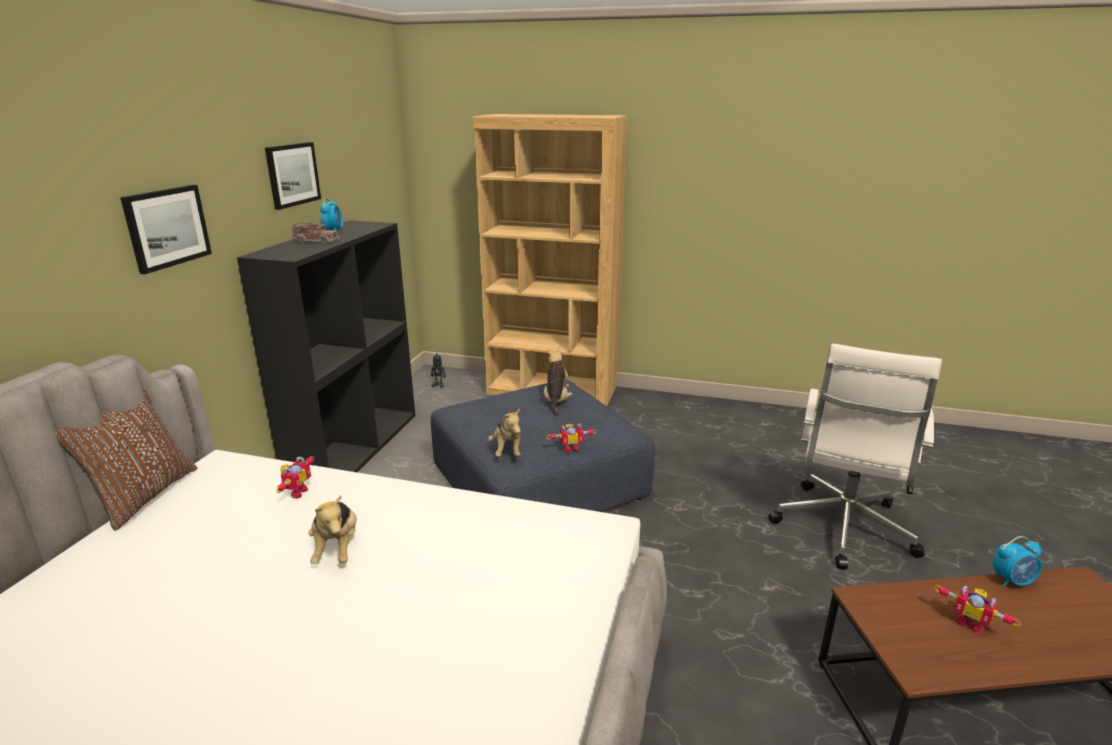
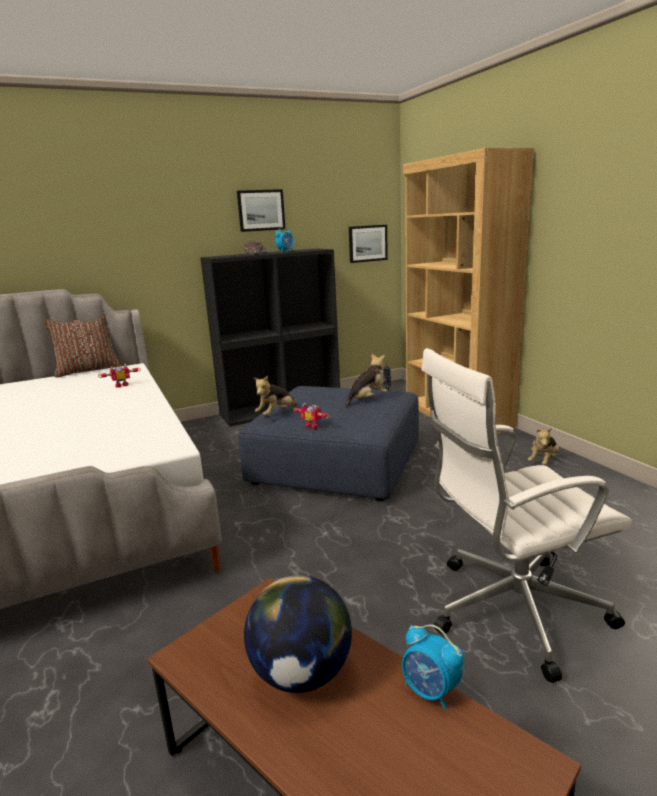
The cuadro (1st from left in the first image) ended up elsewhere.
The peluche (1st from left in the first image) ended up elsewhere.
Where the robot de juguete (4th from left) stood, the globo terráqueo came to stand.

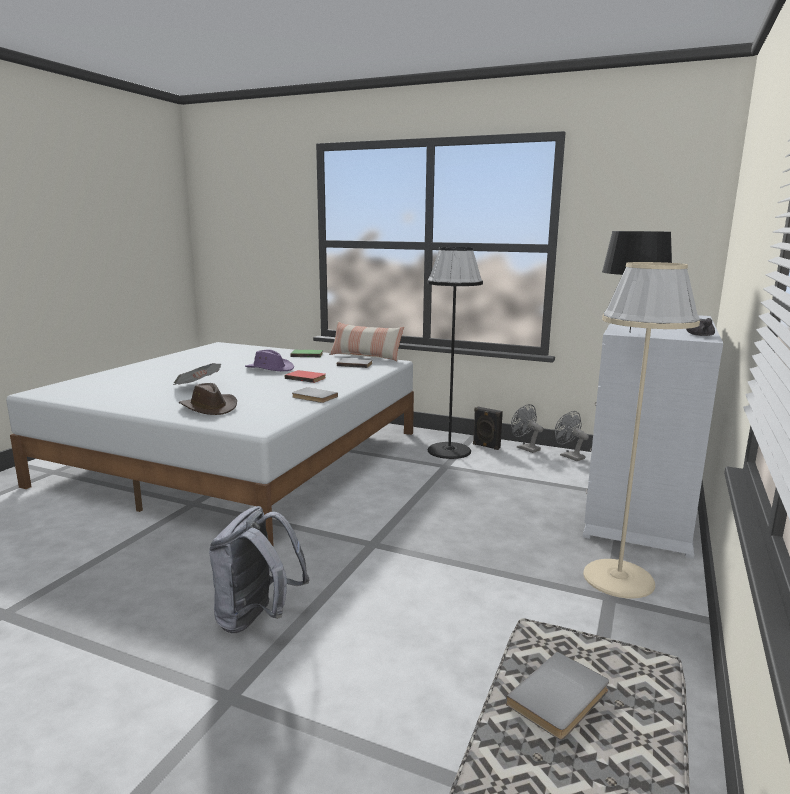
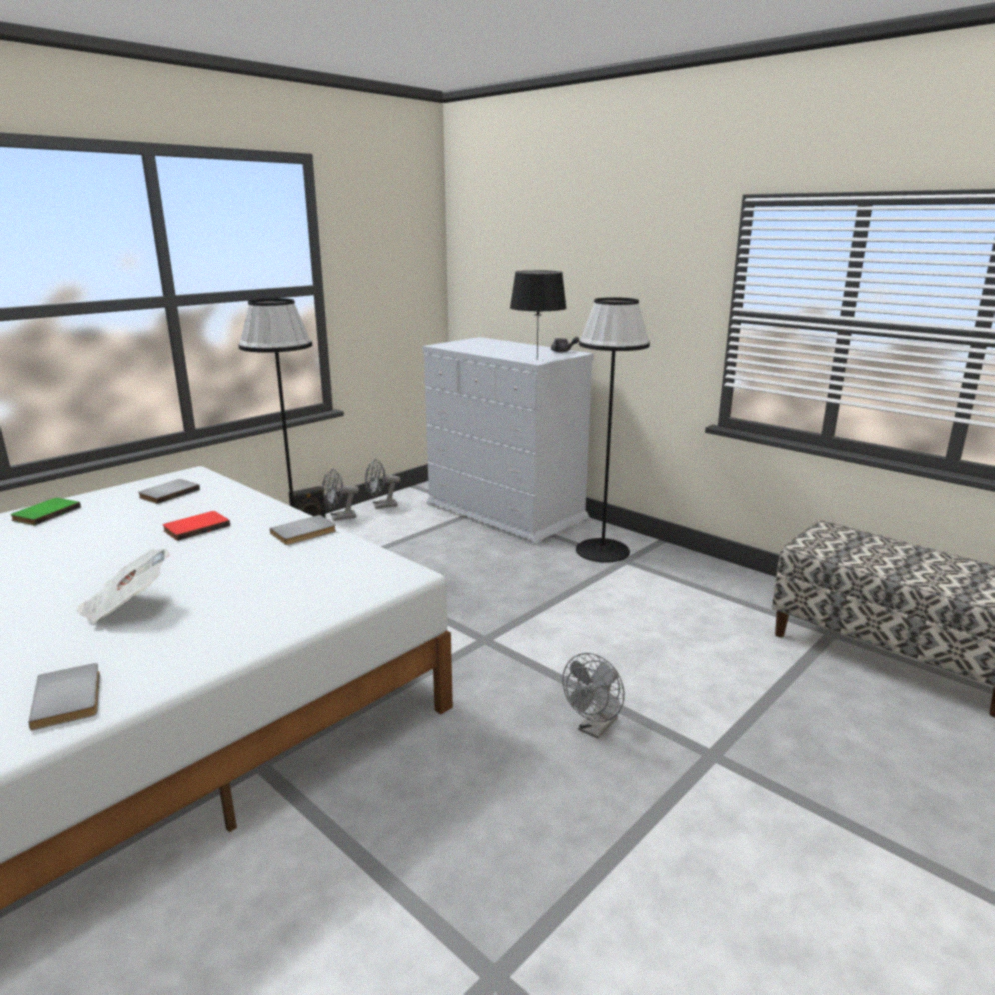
What was the lámpara de pie [beis] turned into the lámpara de pie [negro] (2nd from left).
The second view lost the cojín.
The second view lost the sombrero [morado].
The second view lost the sombrero [marrón].
Where the mochila [gris] stood, the ventilador [gris] (3rd from left) came to stand.
The libro [gris] (3rd from left in the first image) ended up elsewhere.

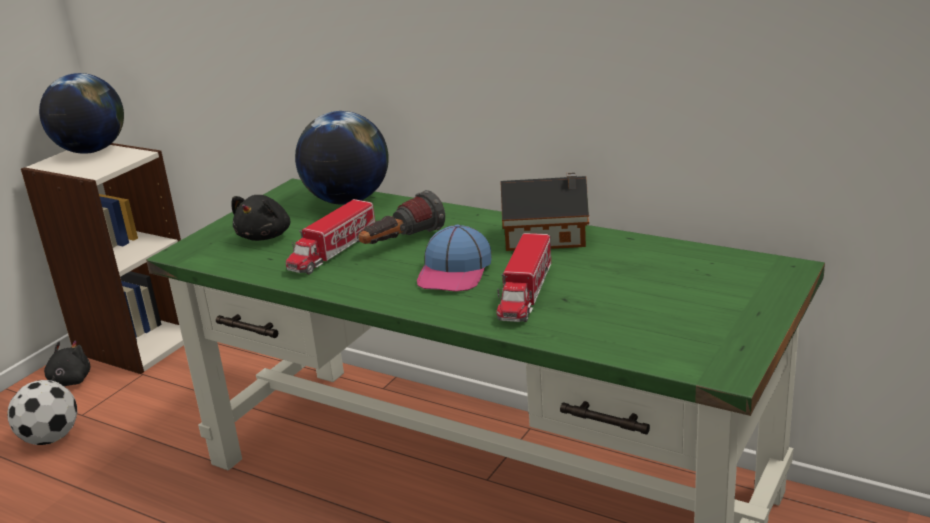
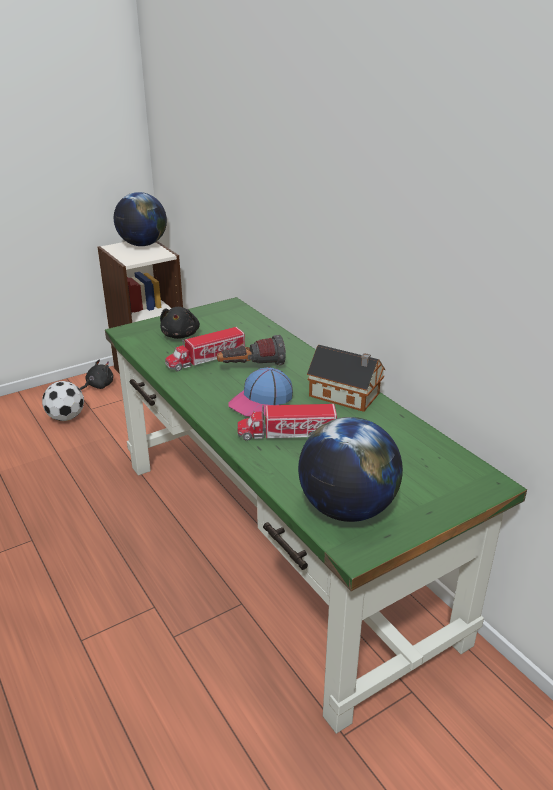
The globo terráqueo (2nd from left) ended up elsewhere.
The peluche [negro] (2nd from left) ended up facing another way, 45 degrees counterclockwise from before.
The camión de juguete (2nd from left) ended up facing another way, 45 degrees clockwise from before.

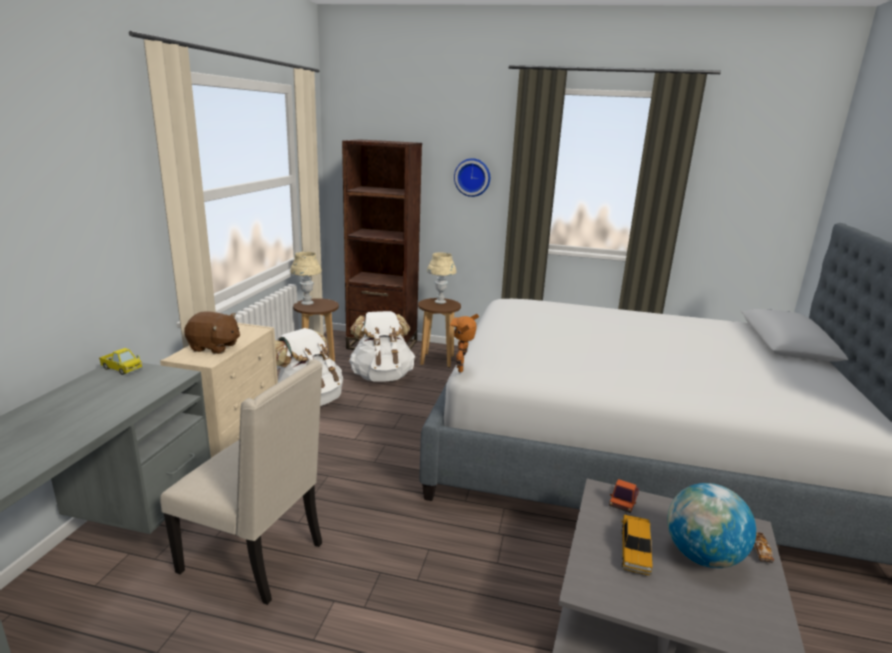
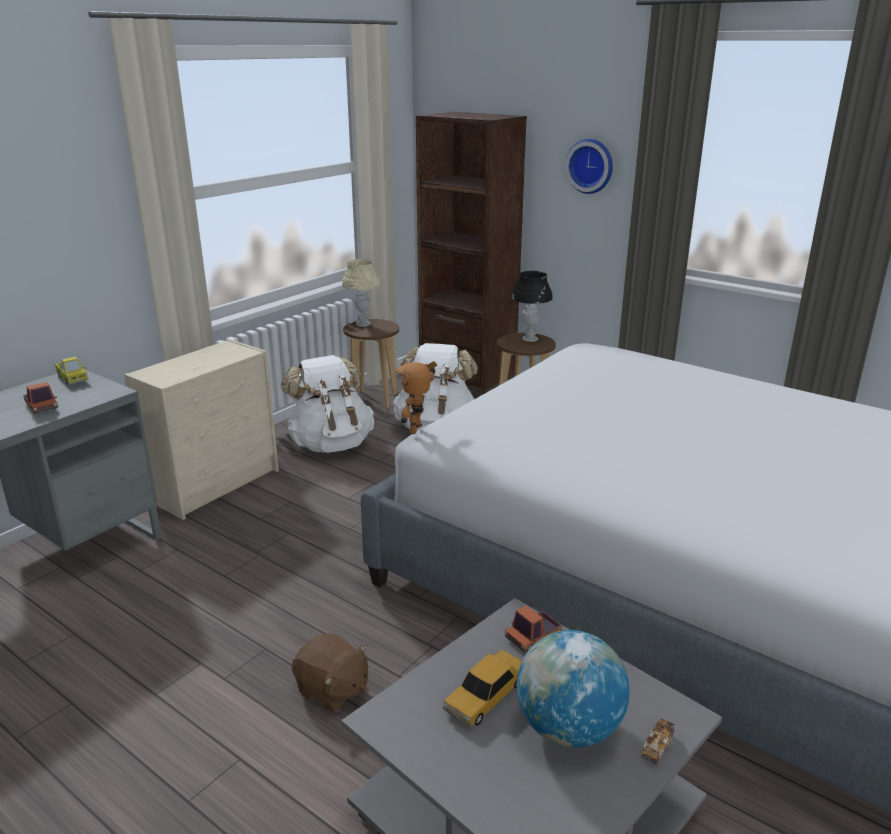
What was the lámpara de mesa [beis] (2nd from left) turned into the lámpara de mesa [negro].
The peluche [marrón] ended up elsewhere.
The second view lost the silla [beis].
The second view gained the camión de juguete (1st from left).

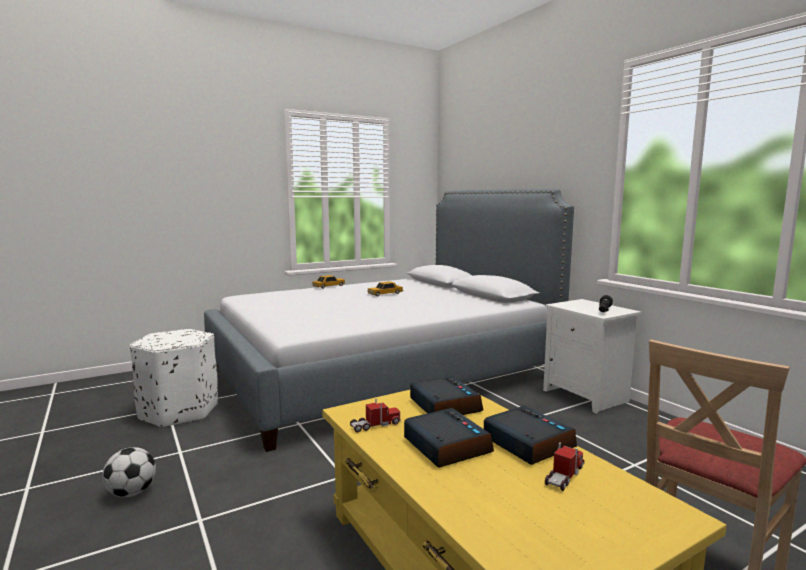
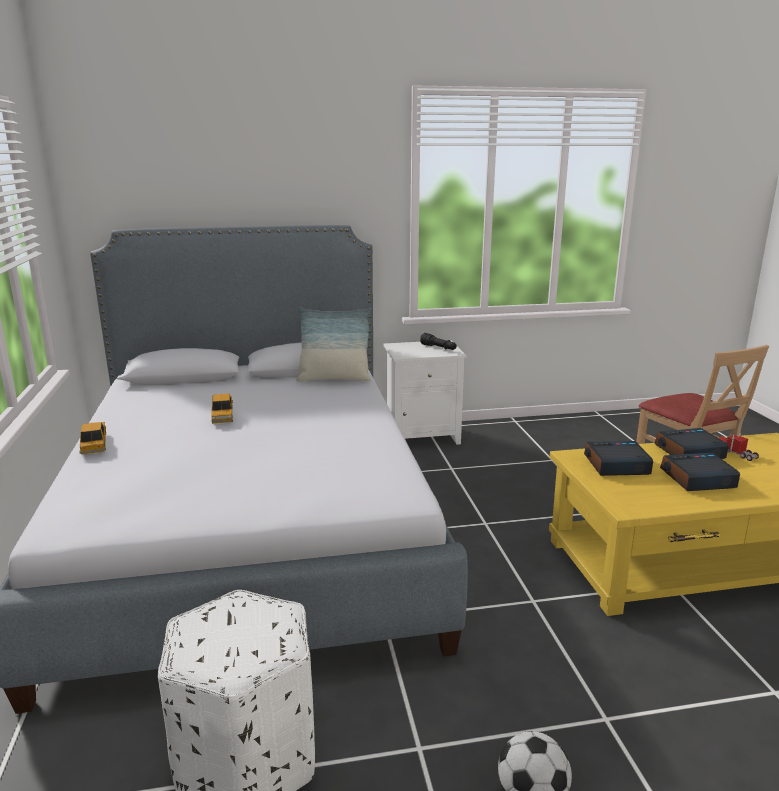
The second view lost the camión de juguete (1st from left).
The second view gained the cojín.

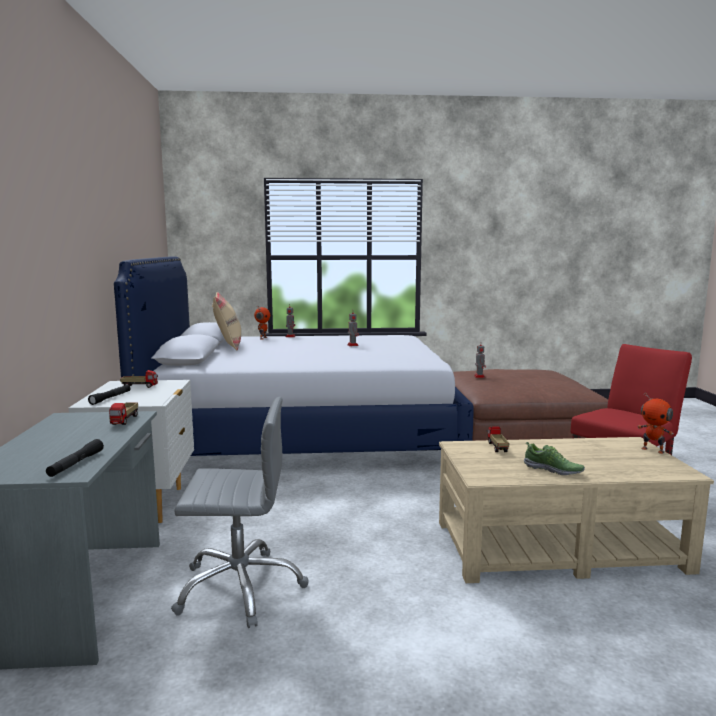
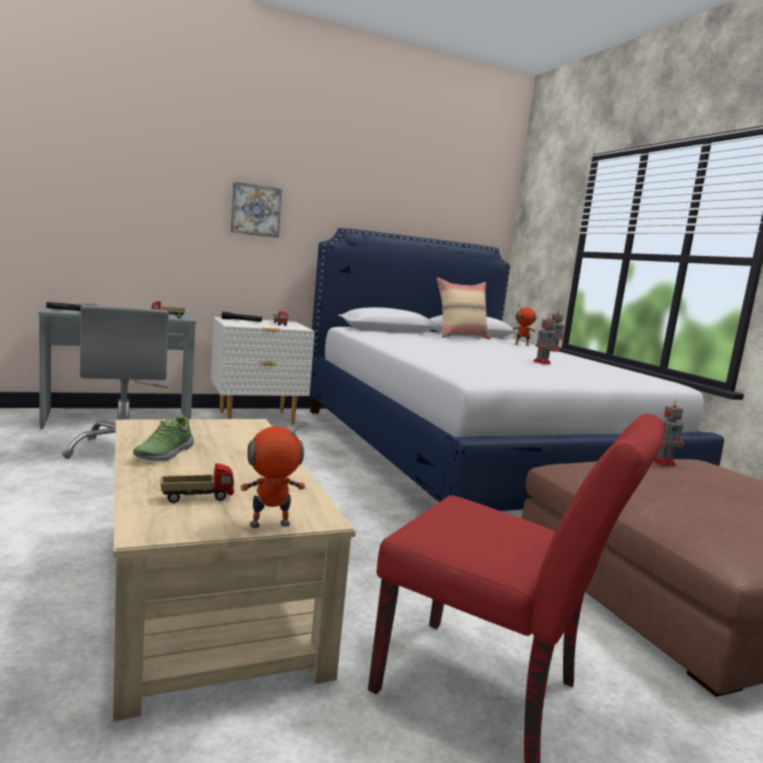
The robot de juguete (5th from left in the first image) ended up facing another way, 45 degrees clockwise from before.
The camión de juguete (3rd from left in the first image) ended up elsewhere.
The second view gained the cuadro.

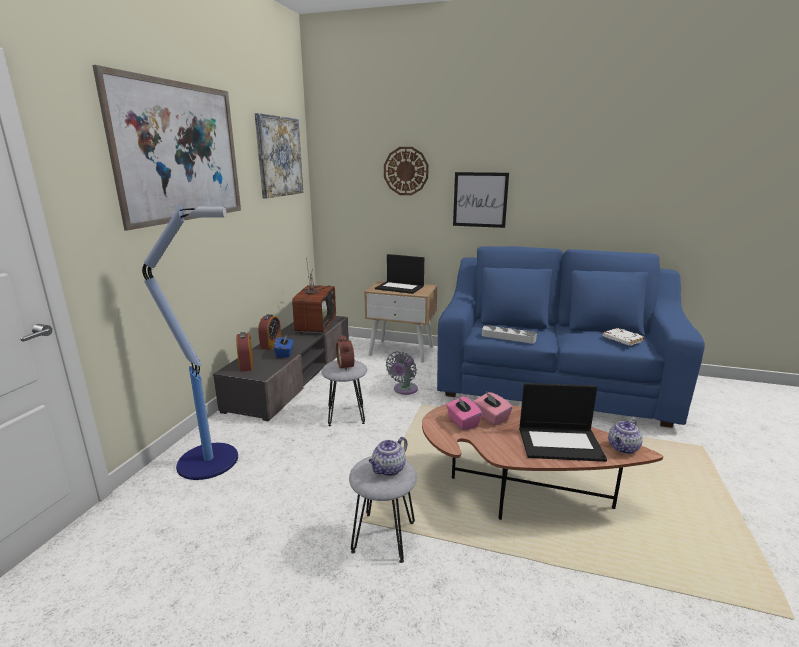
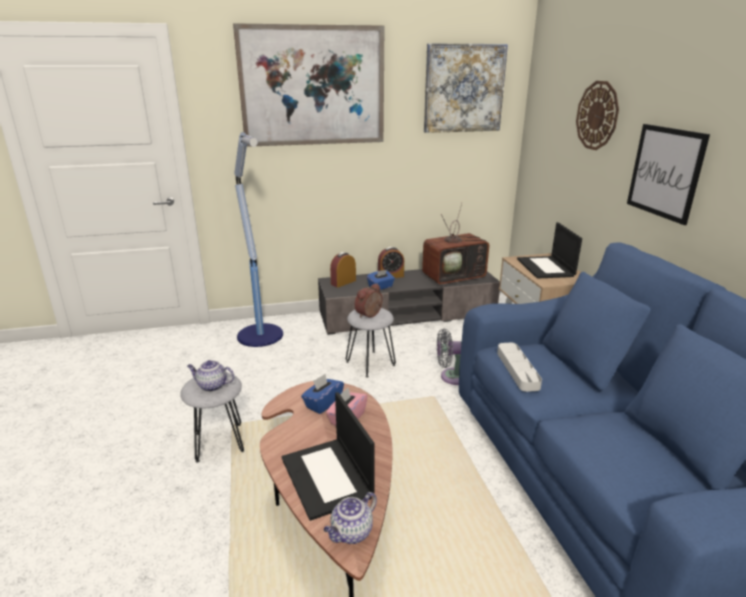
The second view lost the libro [blanco].
What was the caja de pañuelos [rosa] (1st from left) turned into the caja de pañuelos [azul] (1st from left).
The tetera (2nd from left) ended up facing another way, 60 degrees counterclockwise from before.

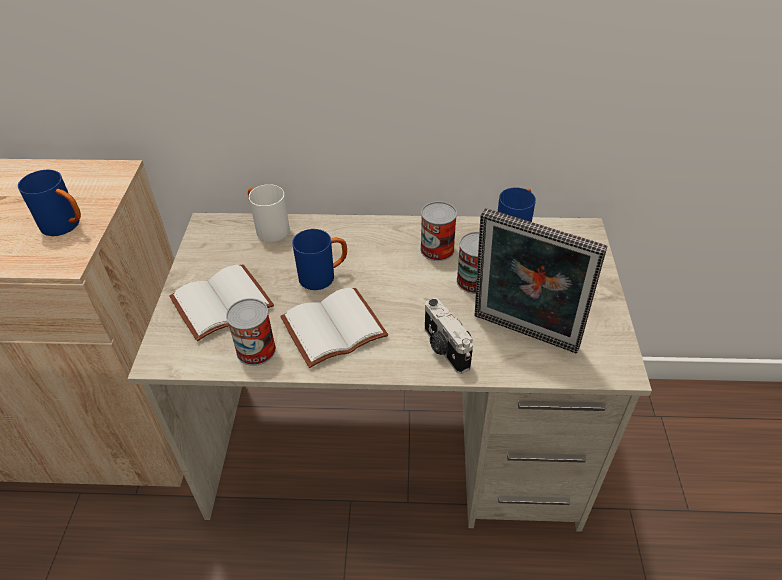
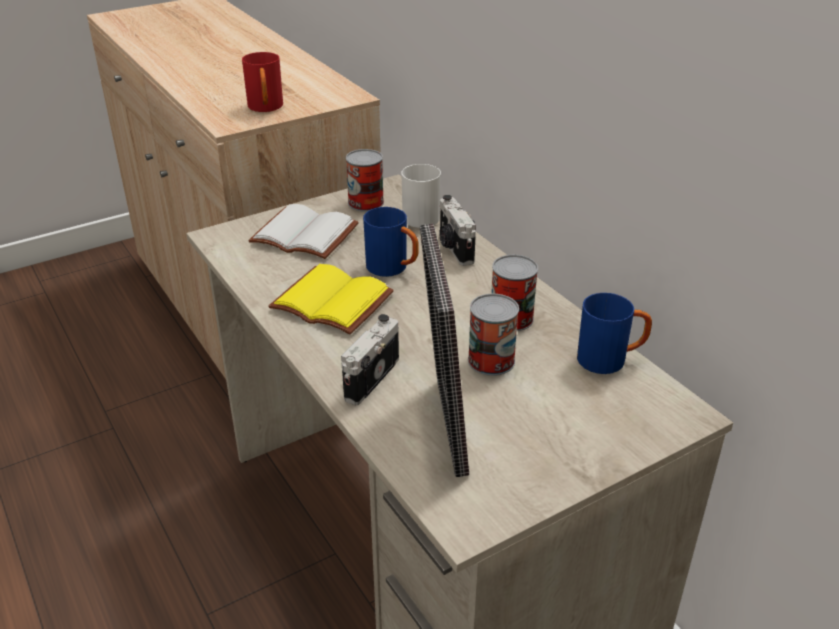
What was the taza grande [azul] (1st from left) turned into the taza grande [rojo].
What was the libro [blanco] (2nd from left) turned into the libro [amarillo].
The lata (1st from left) ended up elsewhere.
The second view gained the cámara (2nd from left).

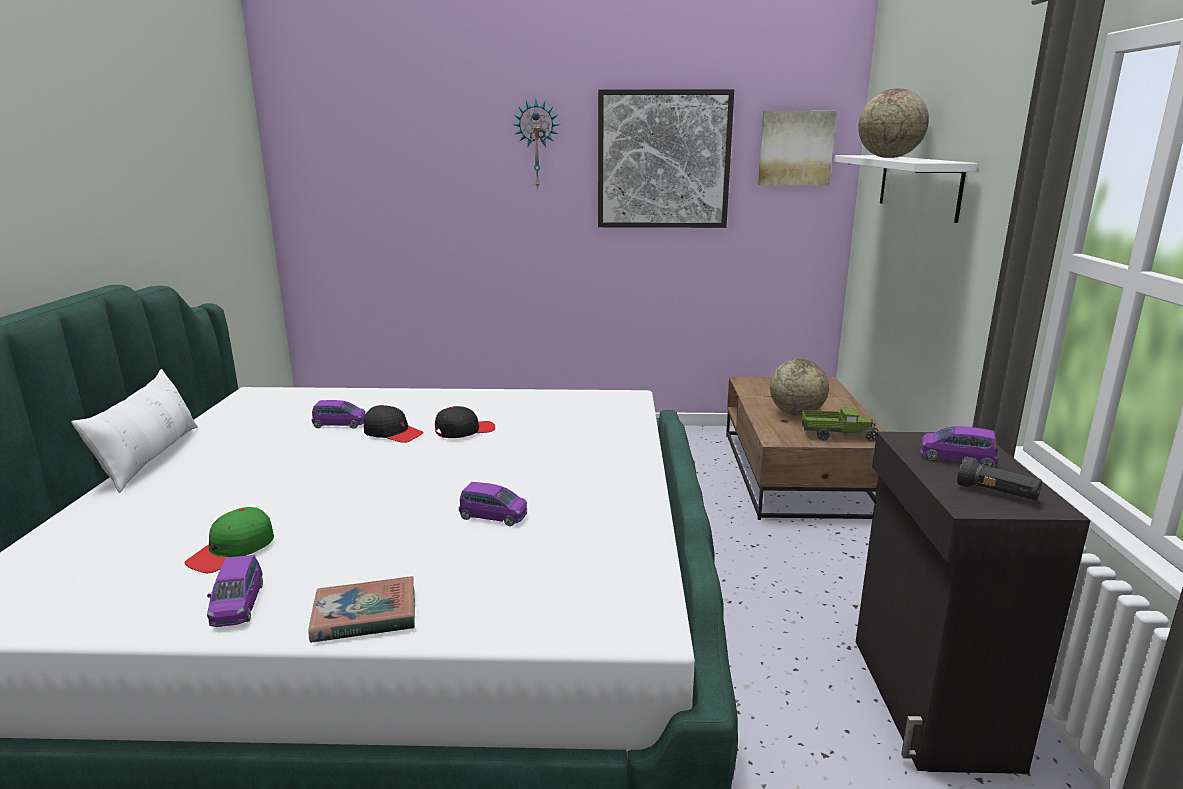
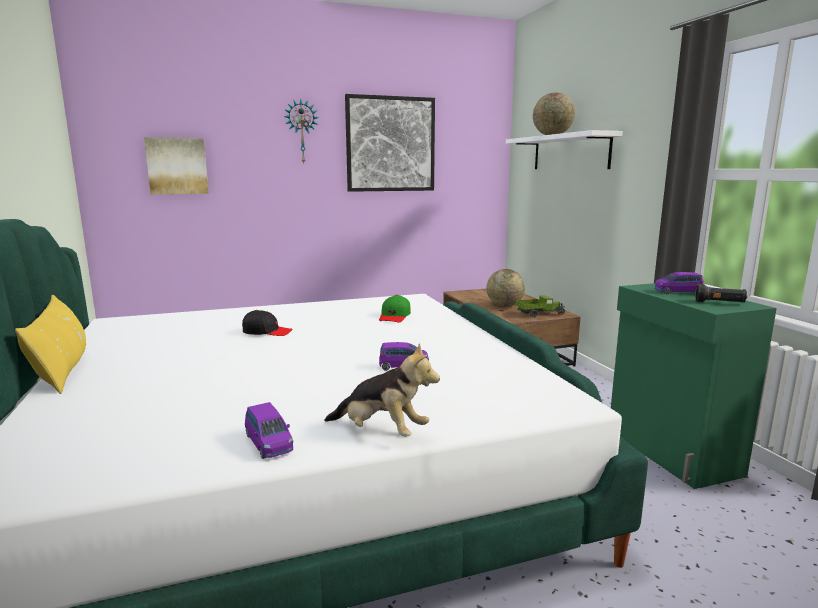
The cuadro (2nd from left in the first image) ended up elsewhere.
What was the cojín [blanco] turned into the cojín [amarillo].
The second view lost the coche de juguete [morado] (2nd from left).
The second view lost the gorra [negro] (2nd from left).
What was the armario [negro] turned into the armario [verde].
The gorra [verde] ended up elsewhere.
Where the libro stood, the peluche came to stand.

